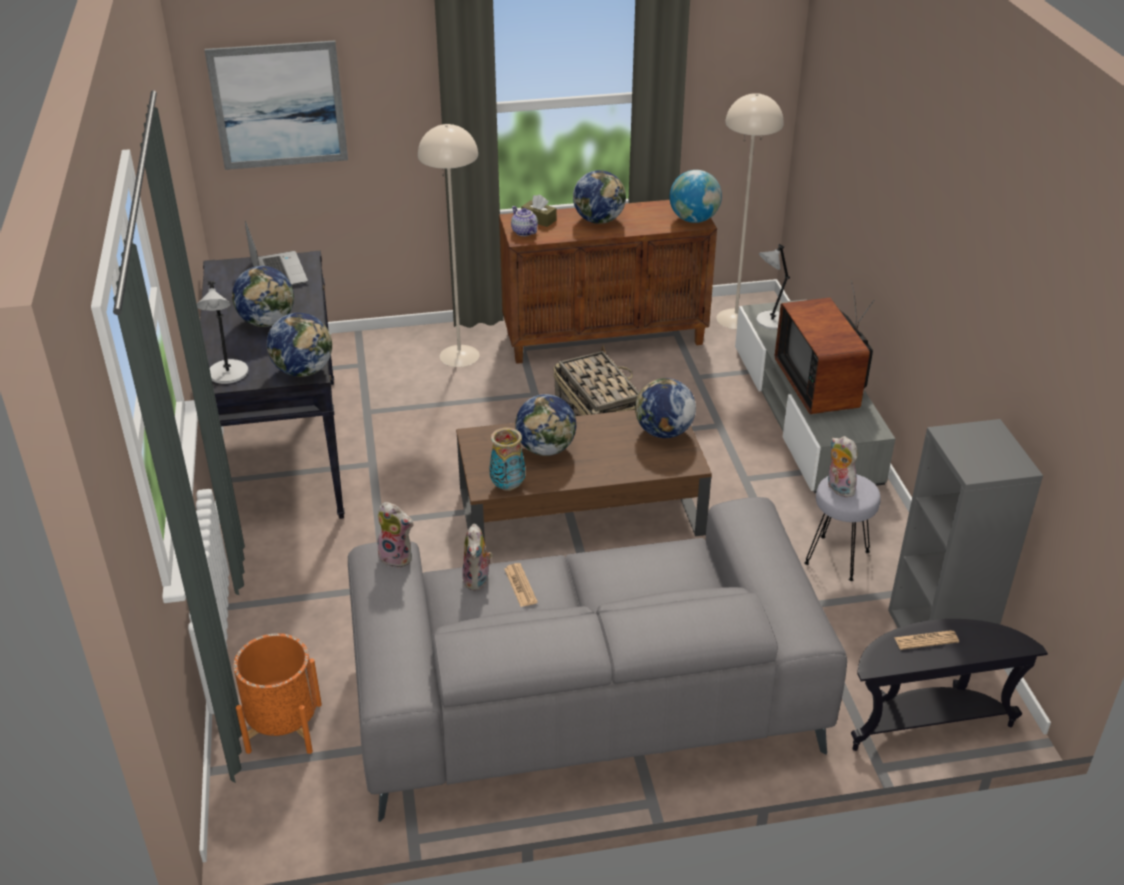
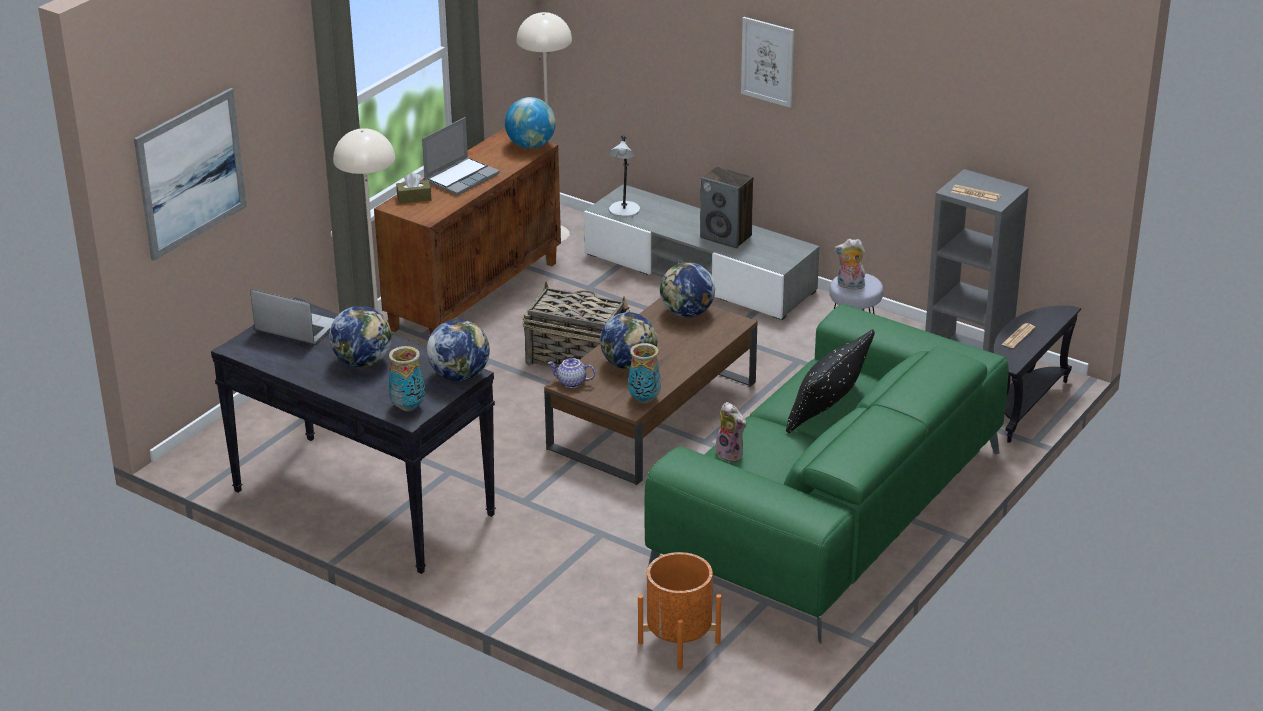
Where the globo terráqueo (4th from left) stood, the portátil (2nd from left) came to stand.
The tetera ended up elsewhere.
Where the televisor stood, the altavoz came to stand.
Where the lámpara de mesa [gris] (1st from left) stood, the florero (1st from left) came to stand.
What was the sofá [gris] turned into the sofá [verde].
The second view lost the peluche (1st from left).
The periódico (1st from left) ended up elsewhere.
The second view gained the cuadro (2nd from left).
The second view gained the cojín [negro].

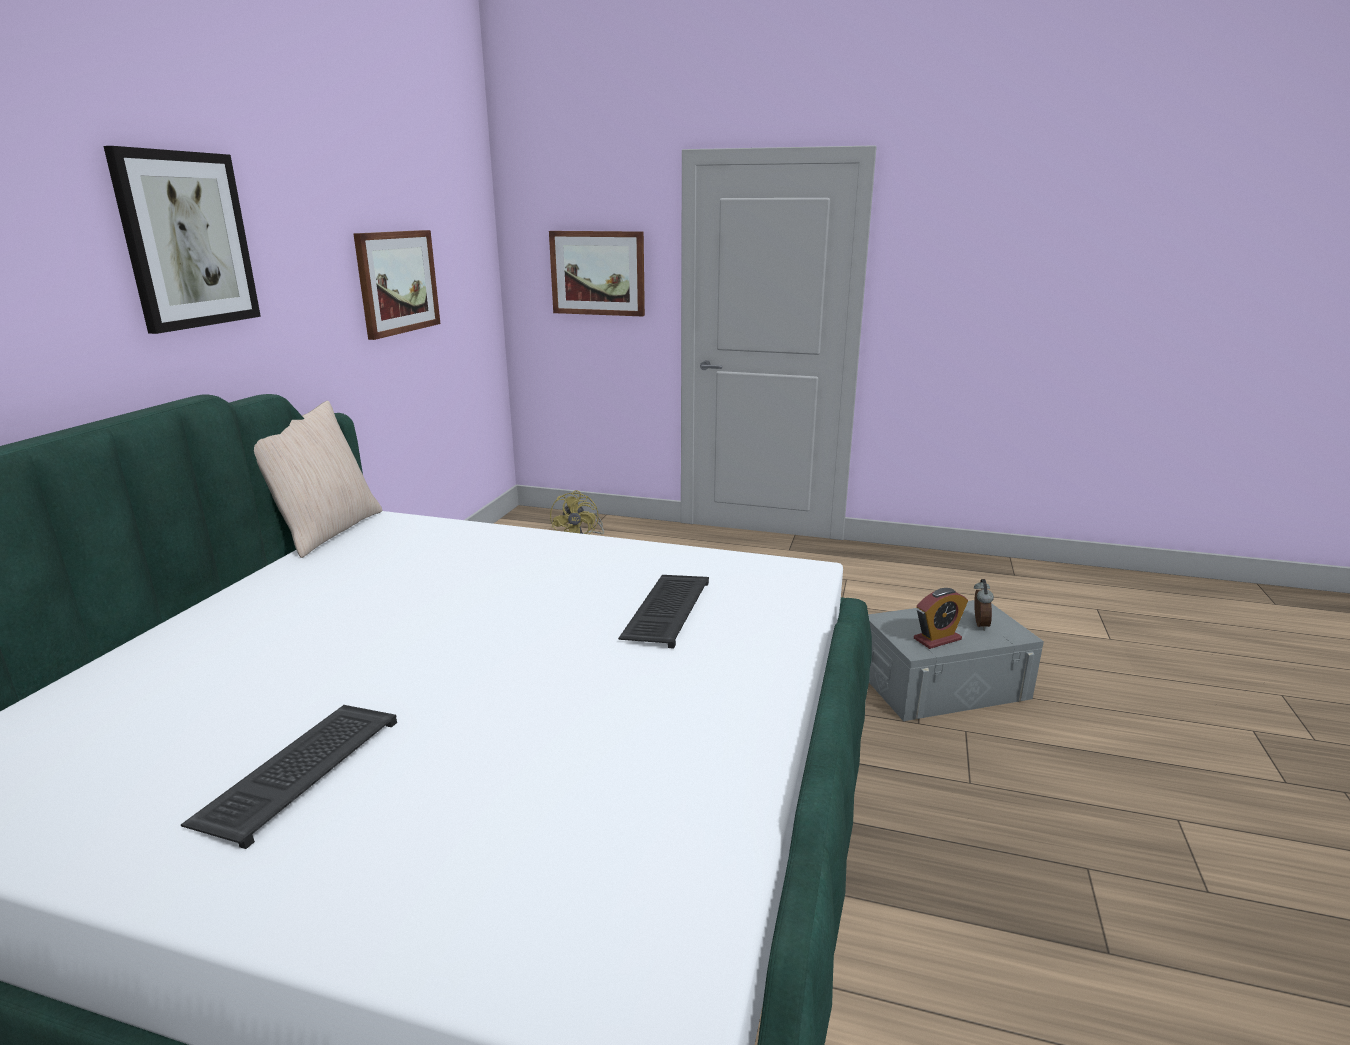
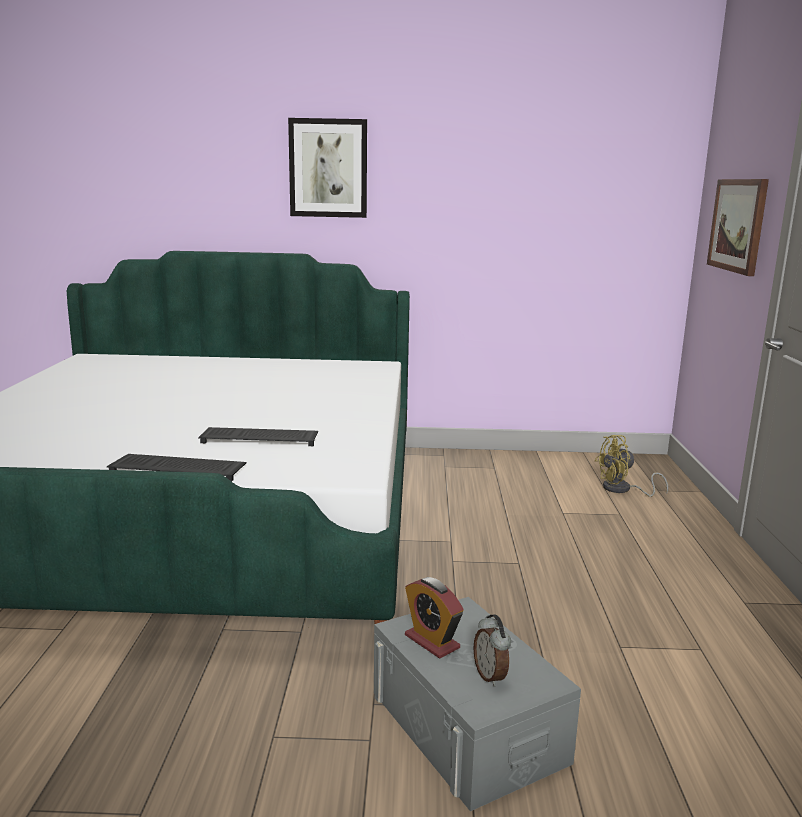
The second view lost the cuadro (2nd from left).
The second view lost the cojín [beis].
The despertador (2nd from left) ended up facing another way, 75 degrees clockwise from before.
The teclado (1st from left) ended up elsewhere.

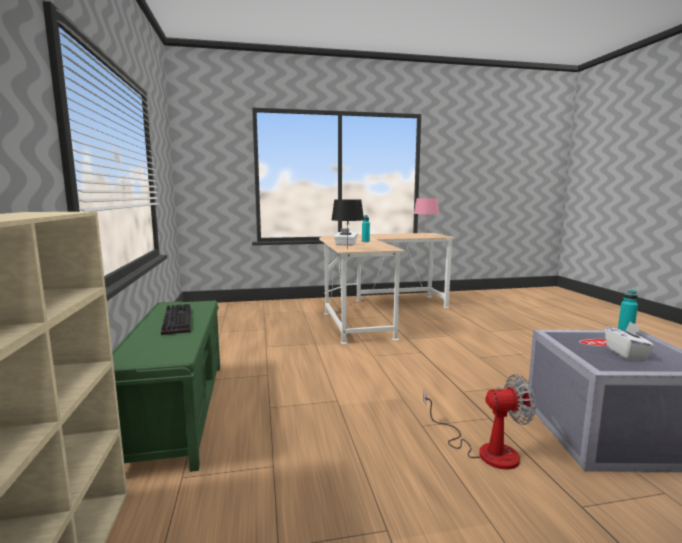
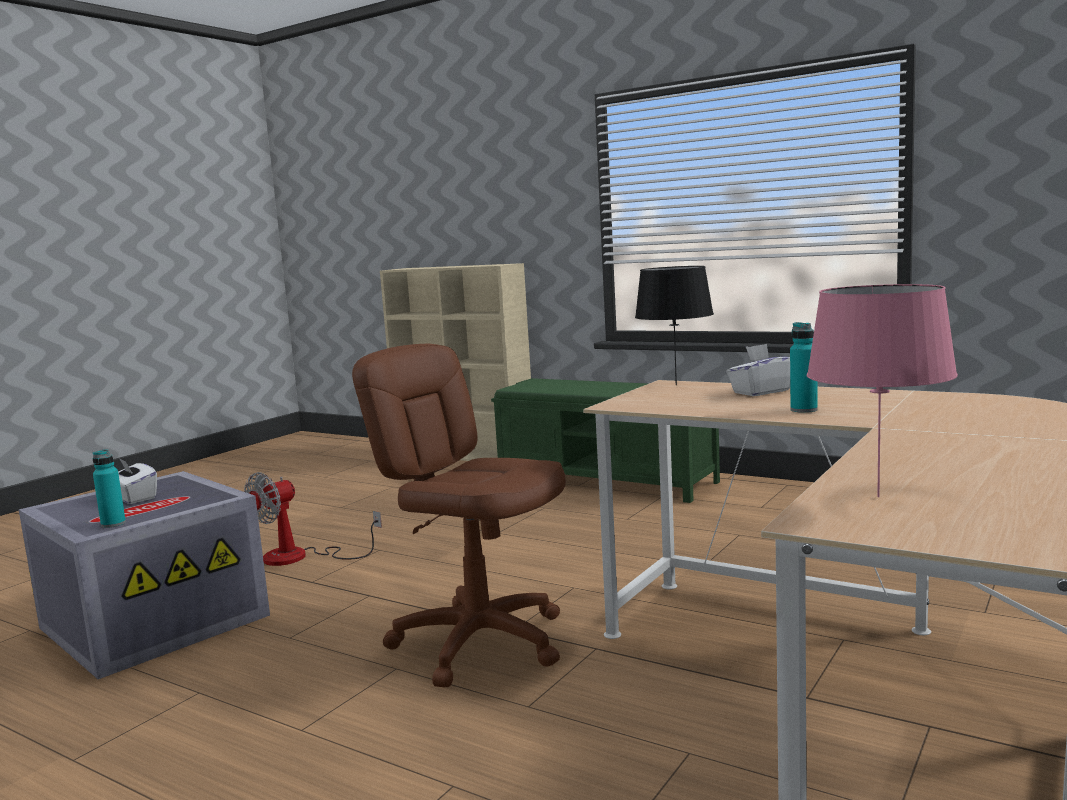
The second view lost the teclado.
The second view gained the silla de oficina [marrón].

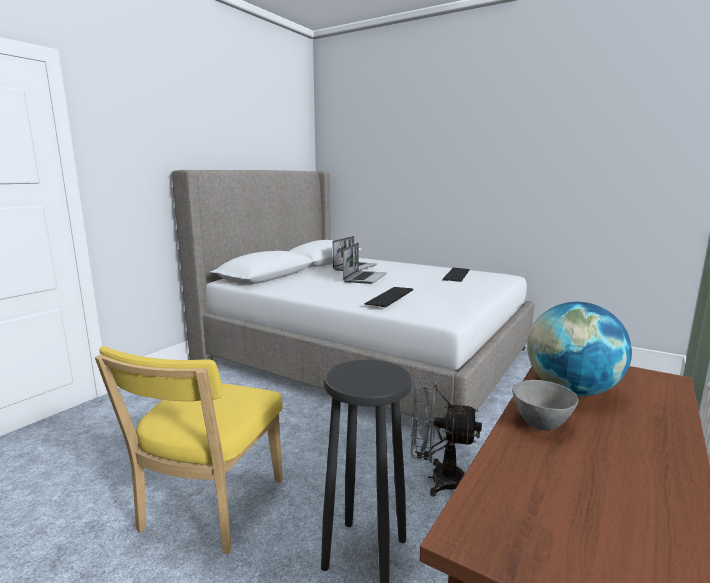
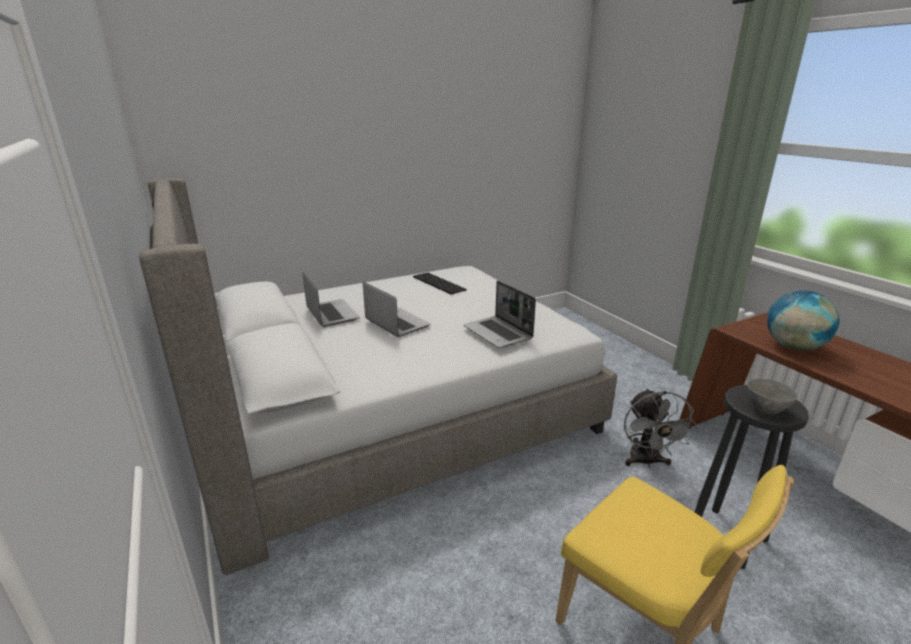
Where the teclado (1st from left) stood, the portátil (3rd from left) came to stand.
The ventilador [gris] ended up facing another way, 45 degrees counterclockwise from before.
The cuenco [gris] ended up elsewhere.

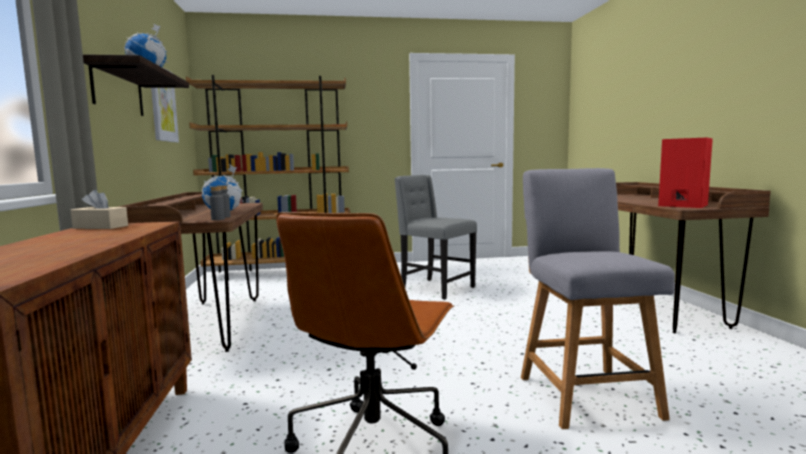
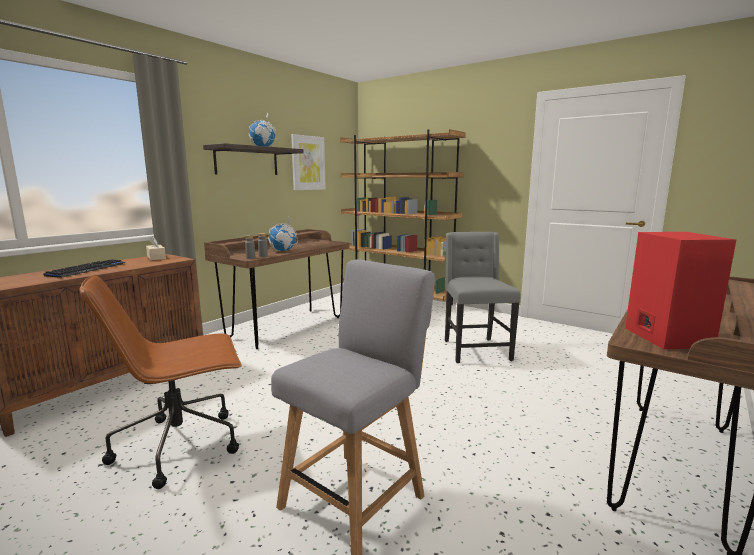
The second view gained the teclado.

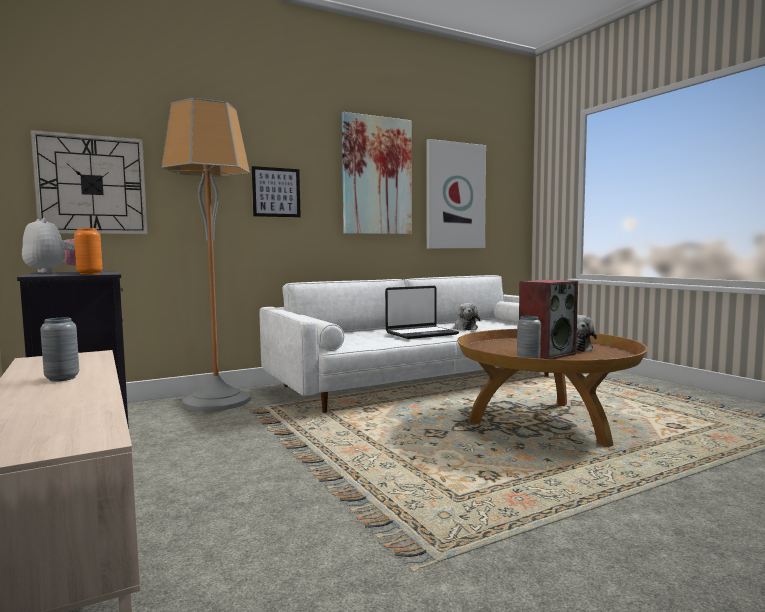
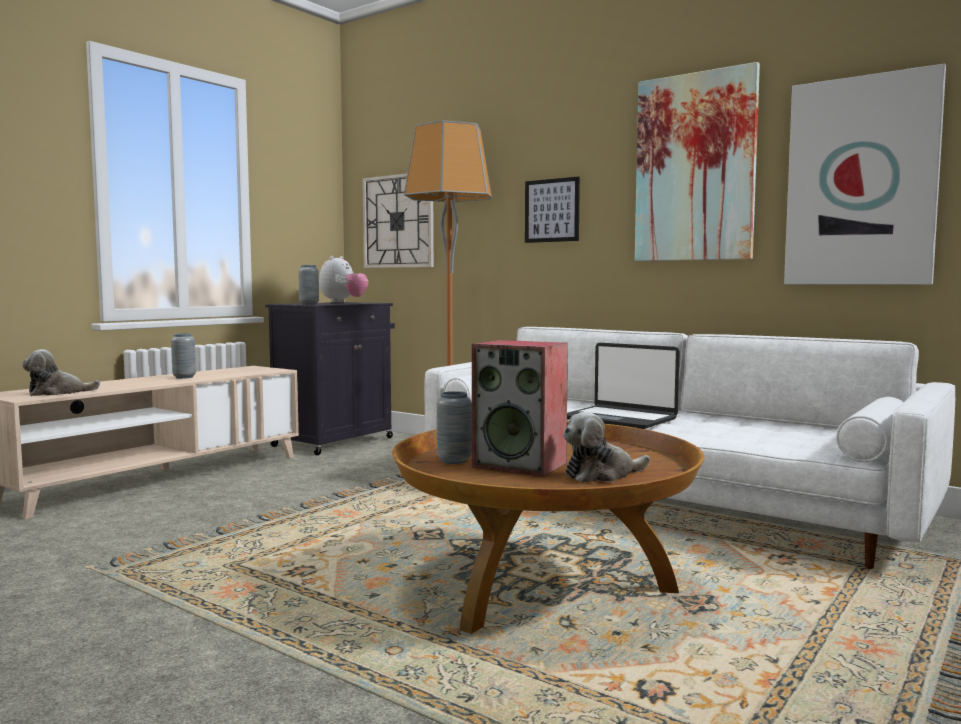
What was the florero [naranja] turned into the florero [gris] (2nd from left).
The peluche (2nd from left in the first image) ended up elsewhere.

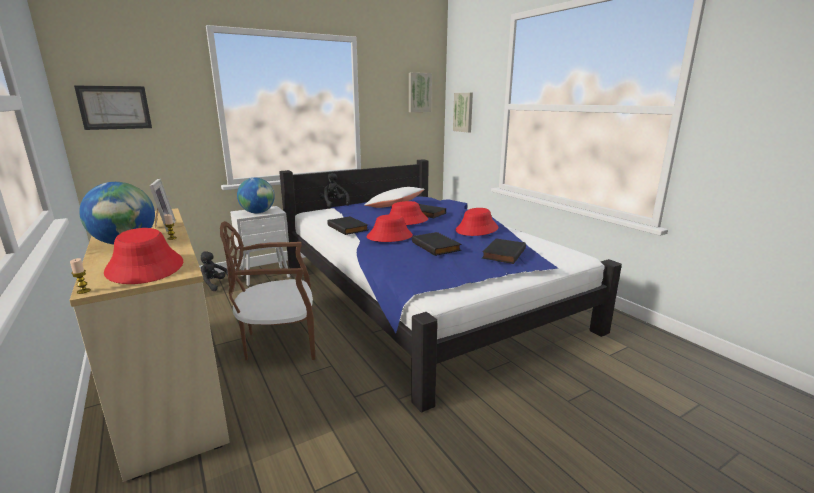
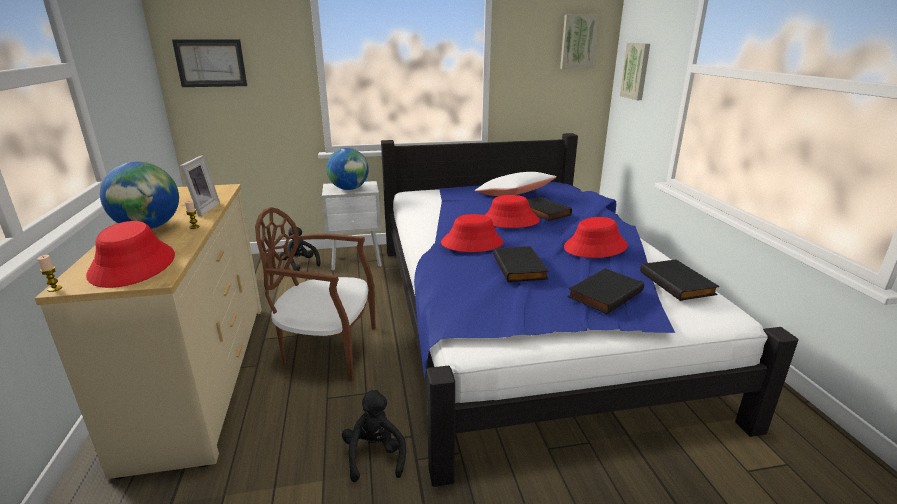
The peluche [negro] (2nd from left) ended up elsewhere.
The libro [negro] (1st from left in the first image) ended up elsewhere.

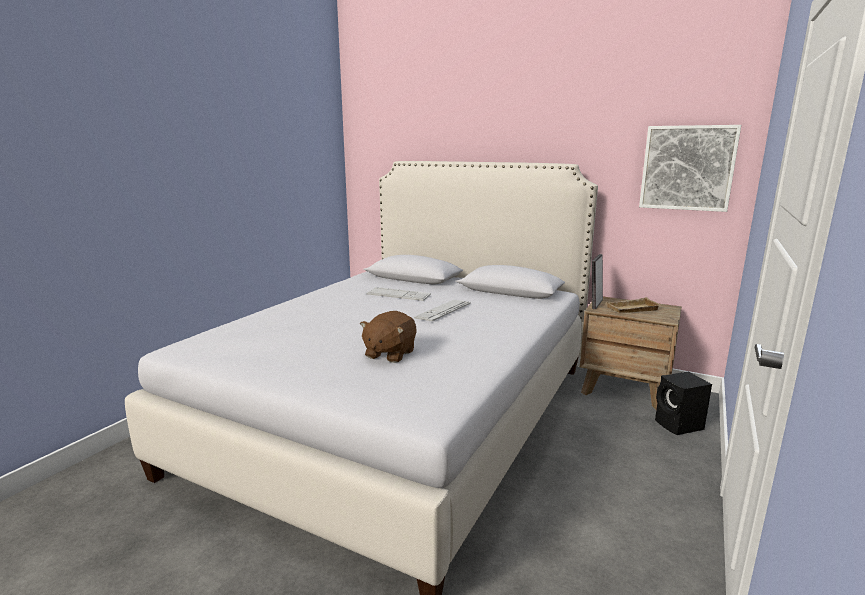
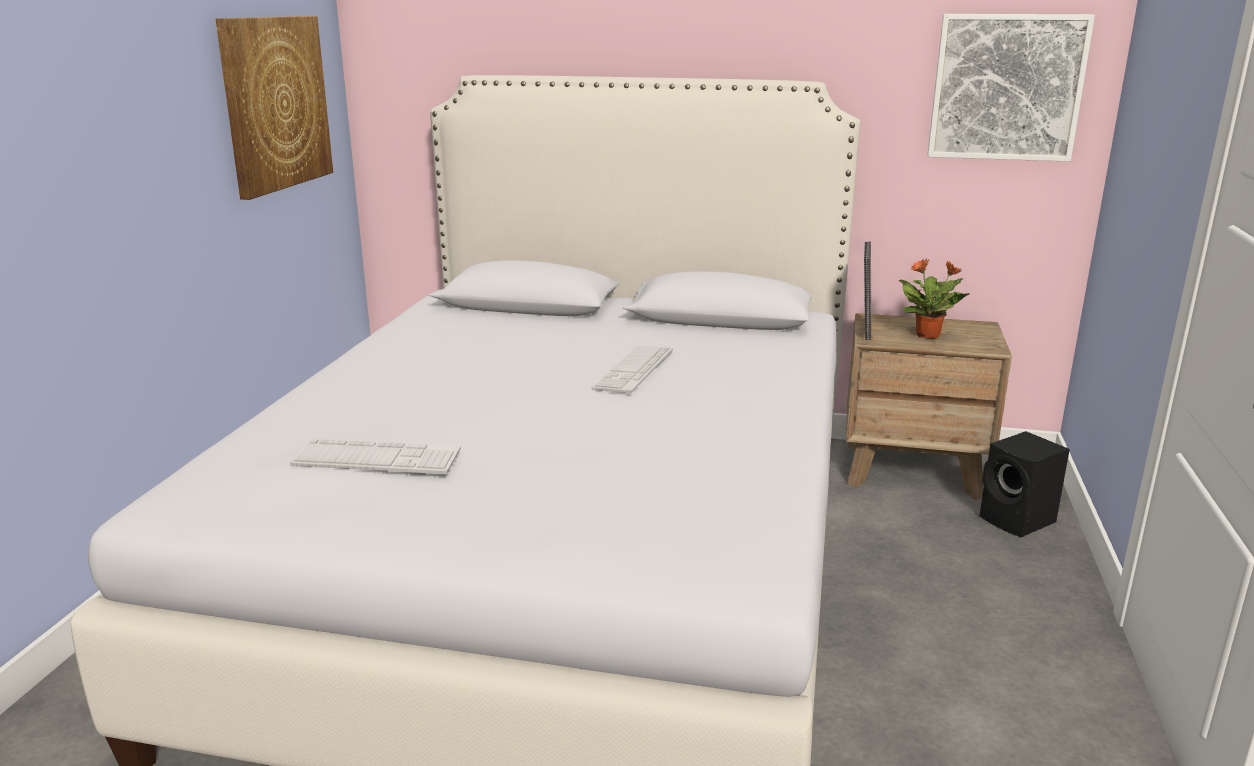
The teclado (1st from left) ended up elsewhere.
Where the bandeja [beis] stood, the planta en maceta came to stand.
The second view lost the peluche [marrón].
The second view gained the cuadro (1st from left).

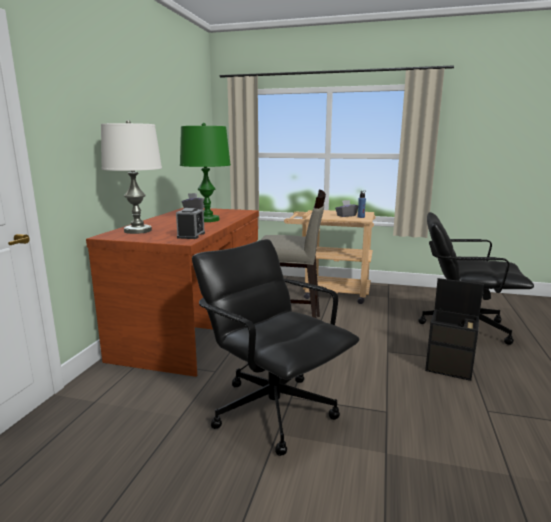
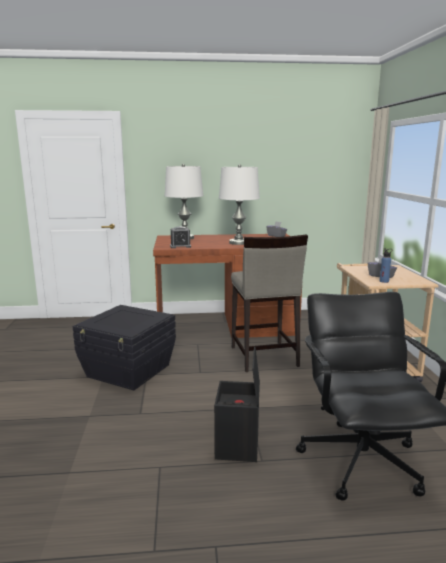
What was the lámpara de mesa [verde] turned into the lámpara de mesa [blanco] (2nd from left).
Where the silla de oficina [negro] (1st from left) stood, the caja de almacenaje [negro] (1st from left) came to stand.

